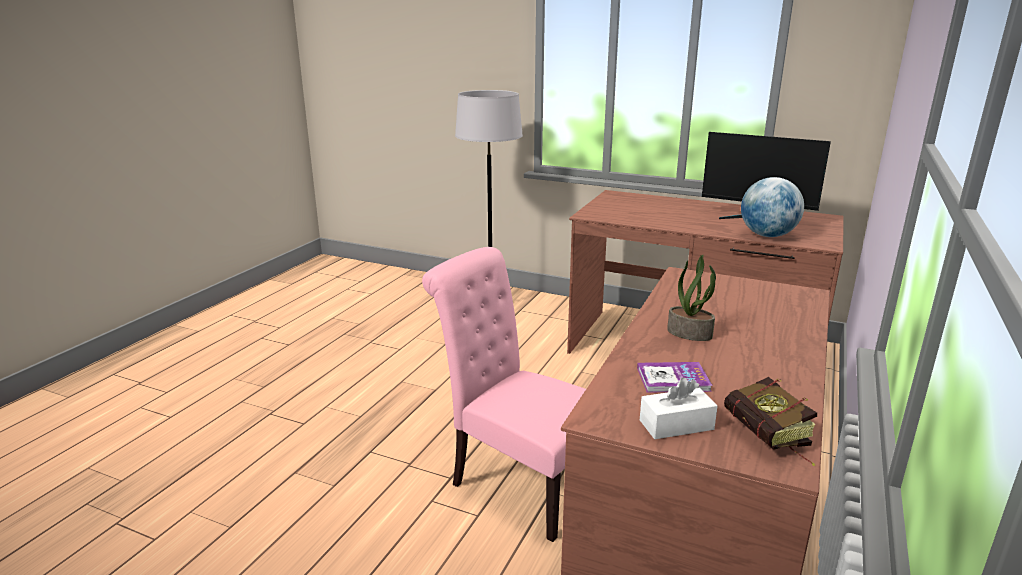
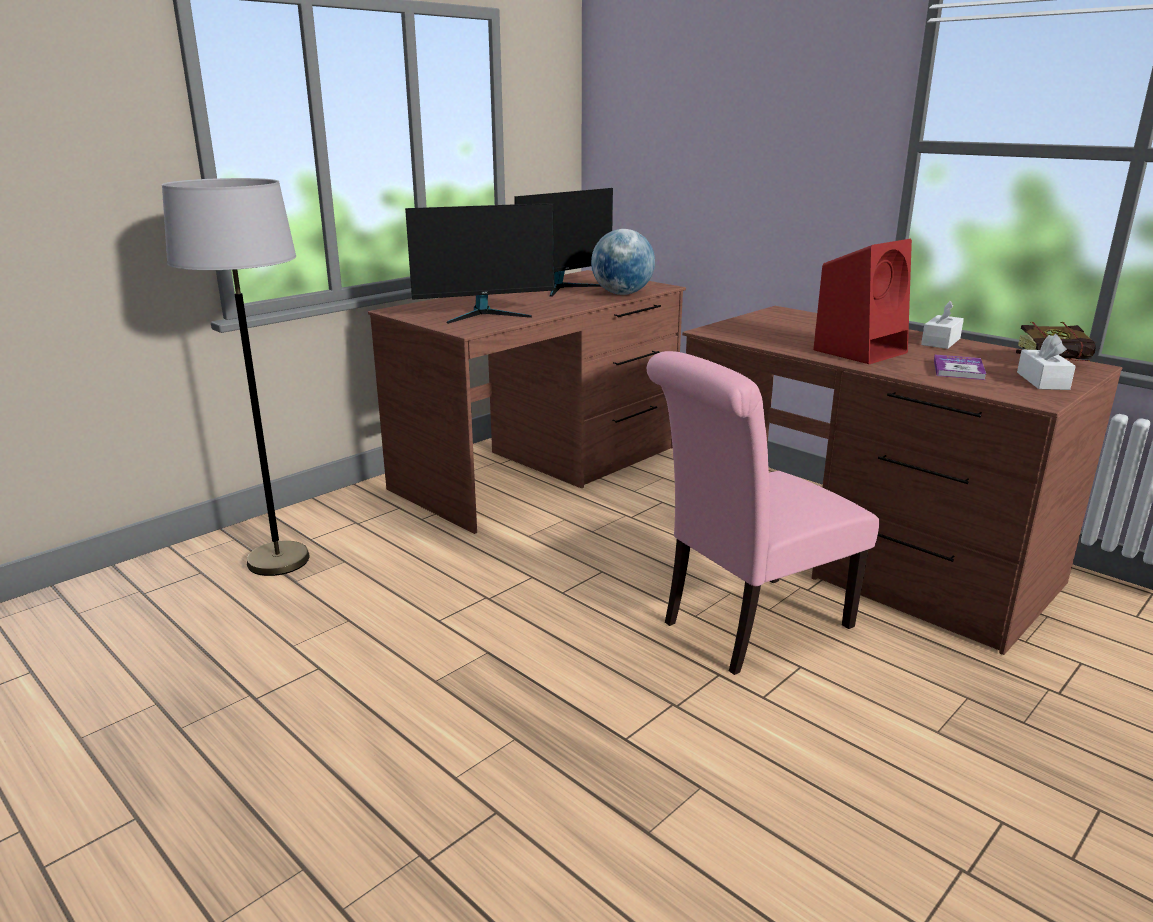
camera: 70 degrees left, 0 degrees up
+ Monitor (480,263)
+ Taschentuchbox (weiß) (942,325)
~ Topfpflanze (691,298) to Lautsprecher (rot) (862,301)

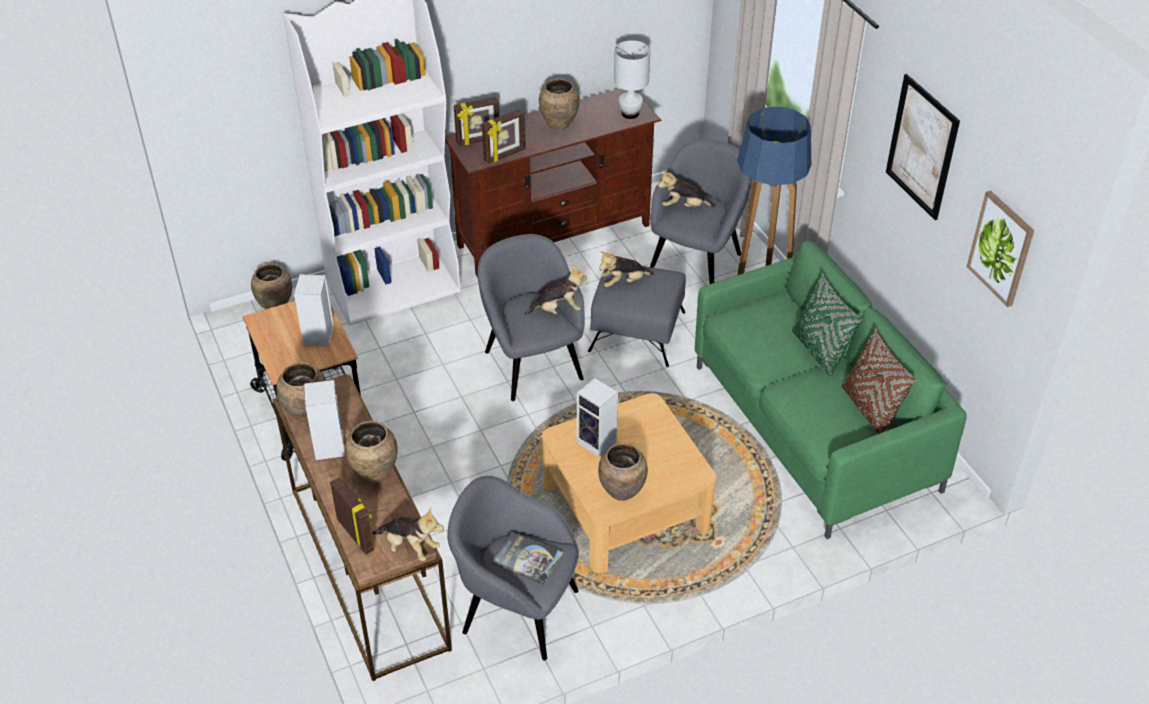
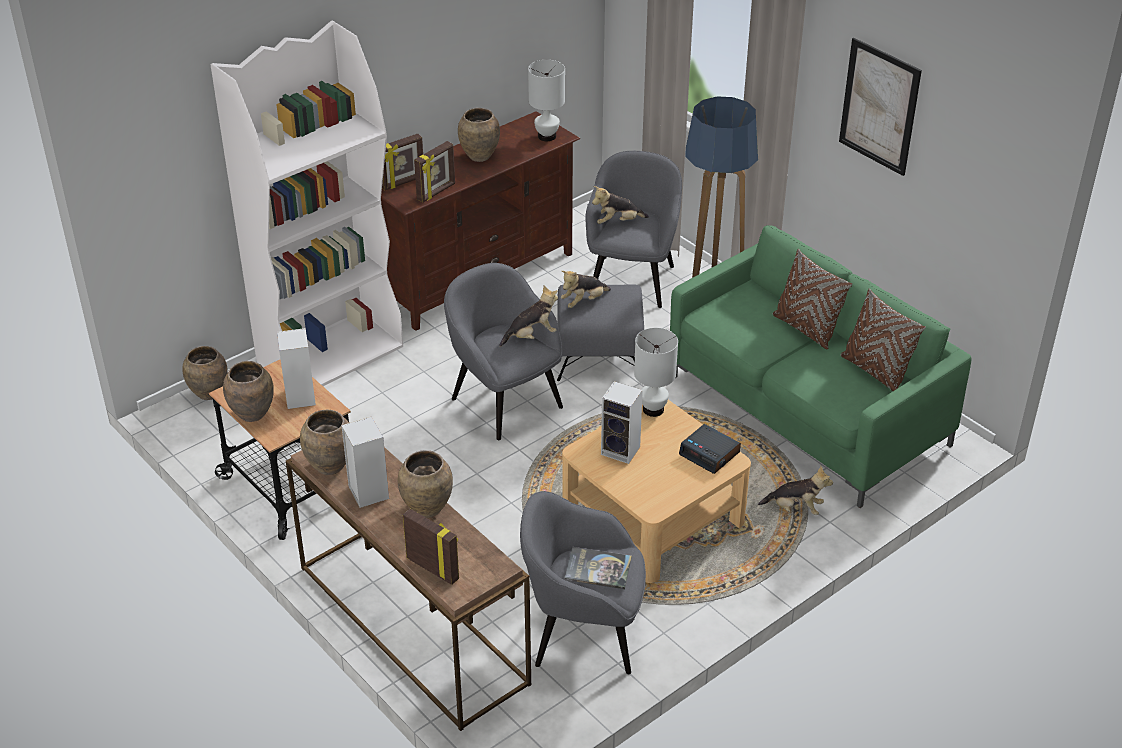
camera: 15 degrees left, 5 degrees down
- Bild (1000,248)
+ Tischlampe (weiß) (656,372)
+ Wecker (710,449)
~ Plüschtier (408,534) to (795,490)
~ Vase (braun) (623,472) to (248,391)
~ Kissen (grün) (827,325) to Kissen (braun) (812,299)

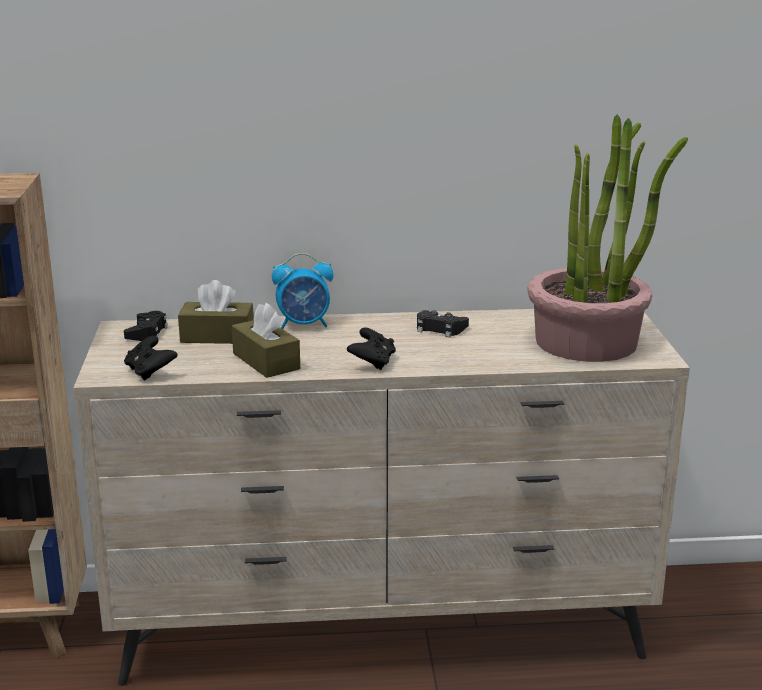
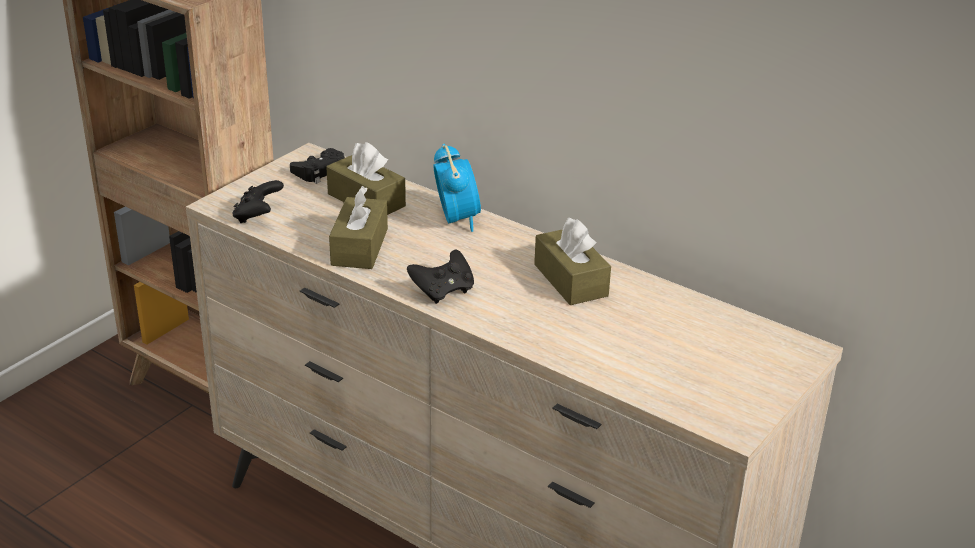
camera: 40 degrees right, 10 degrees up
- Topfpflanze (607,238)
~ Gamepad (schwarz) (443,323) to Taschentuchbox (braun) (572,261)
~ Wecker (302,291) = (457,188) 135 degrees counterclockwise

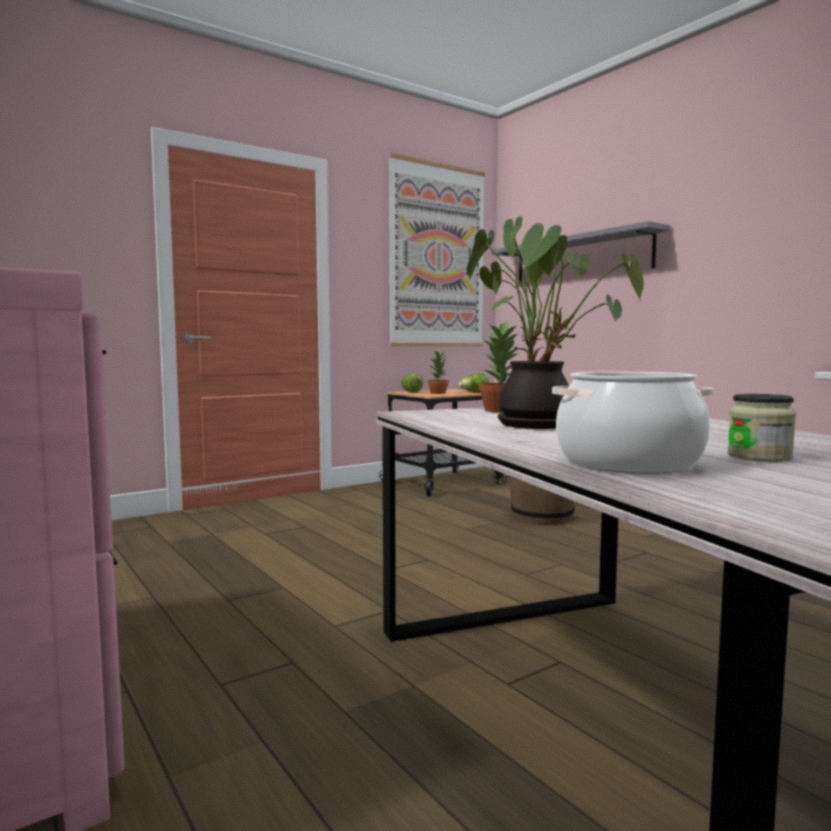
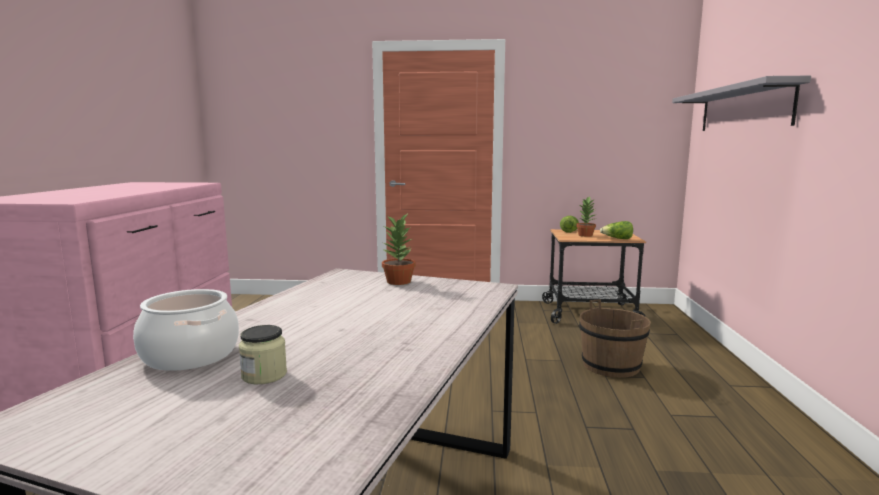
camera: 40 degrees right, 5 degrees up
- Bild (437,250)
- Topfpflanze (555,322)

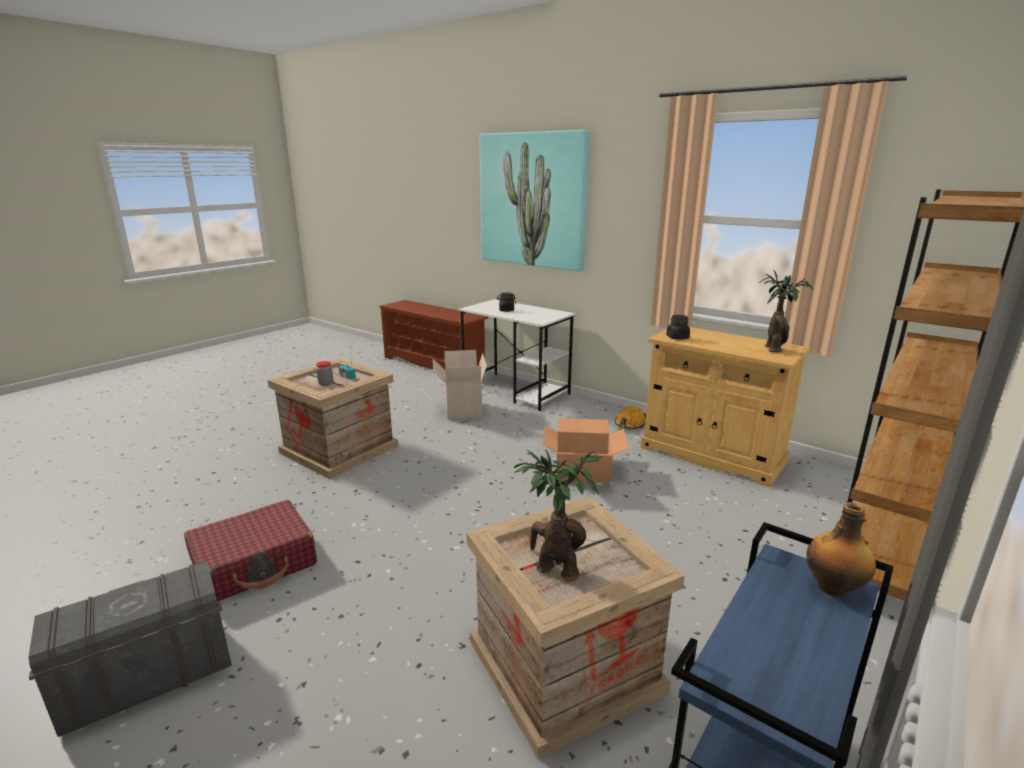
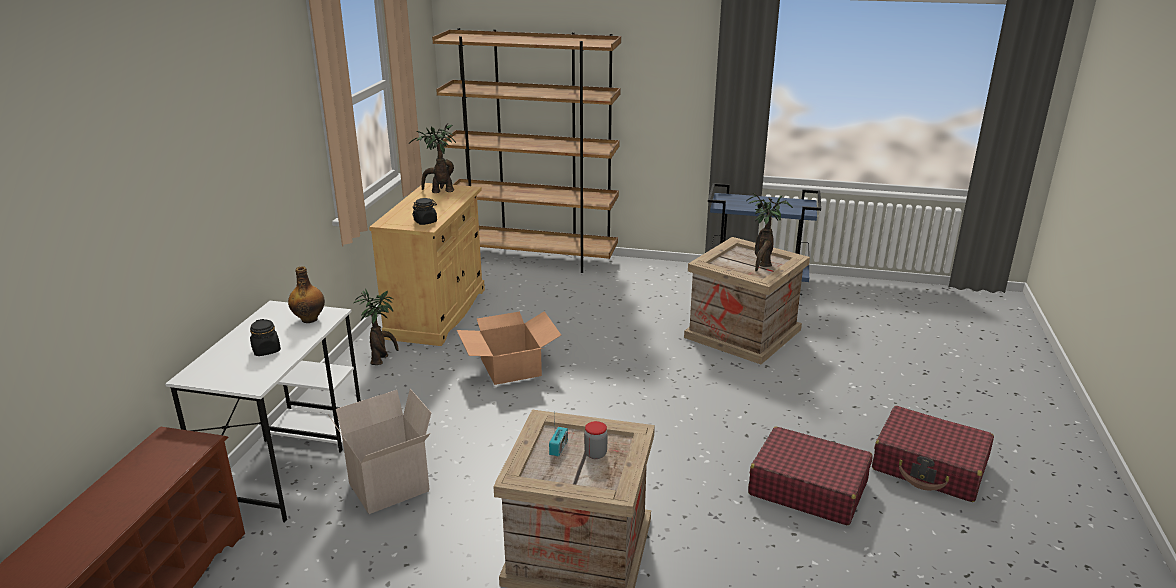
camera: 115 degrees left, 5 degrees up
- Bild (534,200)
~ Flasche (841,549) to (306,294)
~ Aufbewahrungsbox (grau) (130,649) to Koffer (rot) (933,454)
~ Schutzhelm (orange) (630,417) to Topfpflanze (376,327)

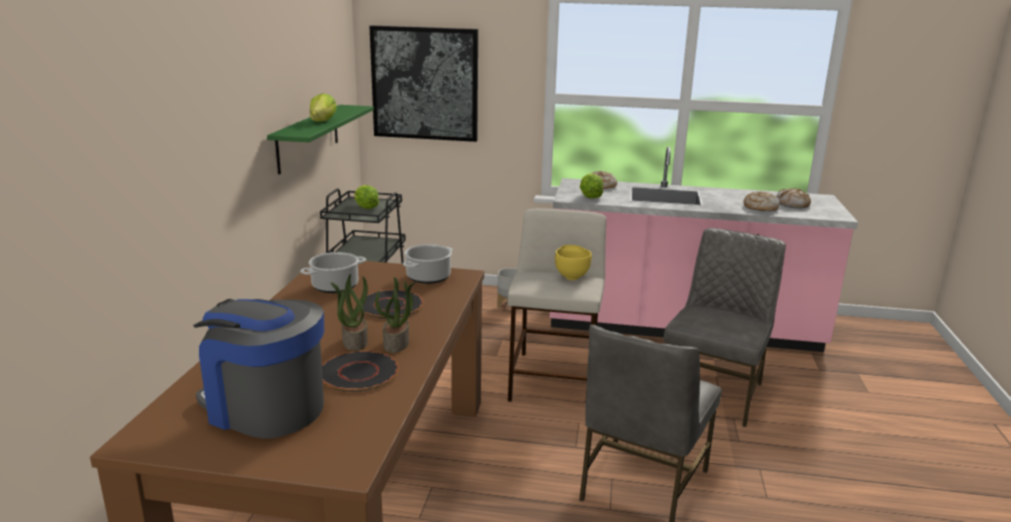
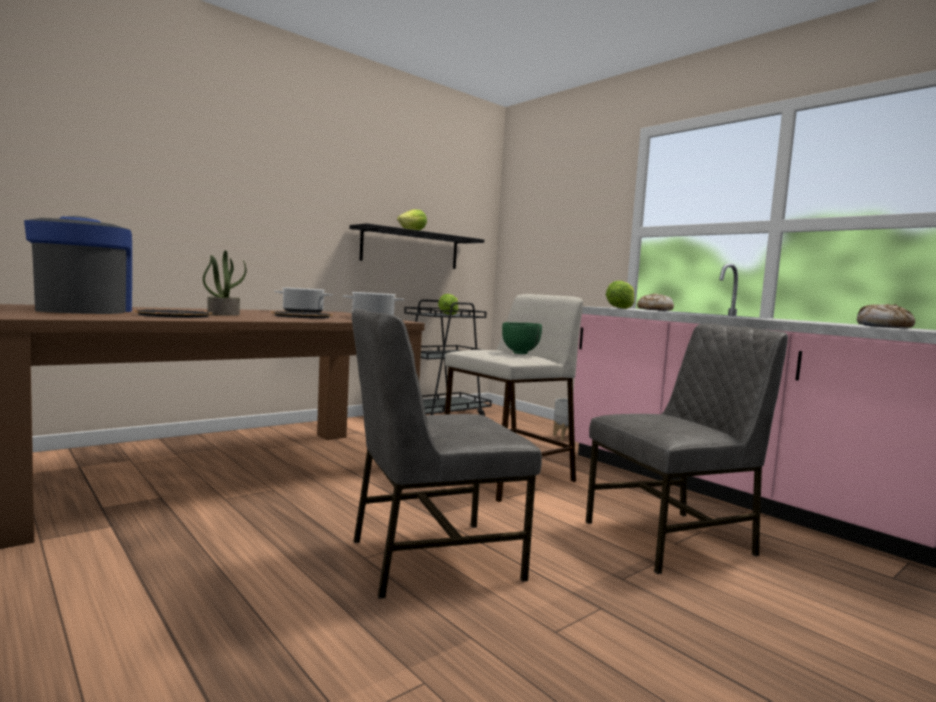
camera: 40 degrees right, 15 degrees down
- Bild (423,84)
- Topfpflanze (395,315)
- Brot (761,201)
~ Wandregal (grün) (320,140) to Wandregal (schwarz) (417,246)
~ Schüssel (gelb) (573,262) to Schüssel (grün) (522,338)

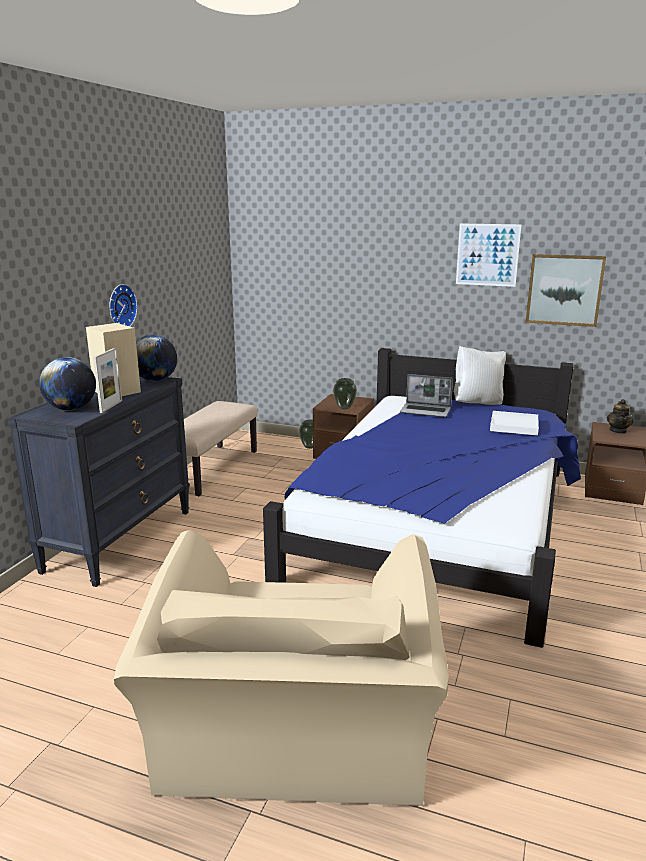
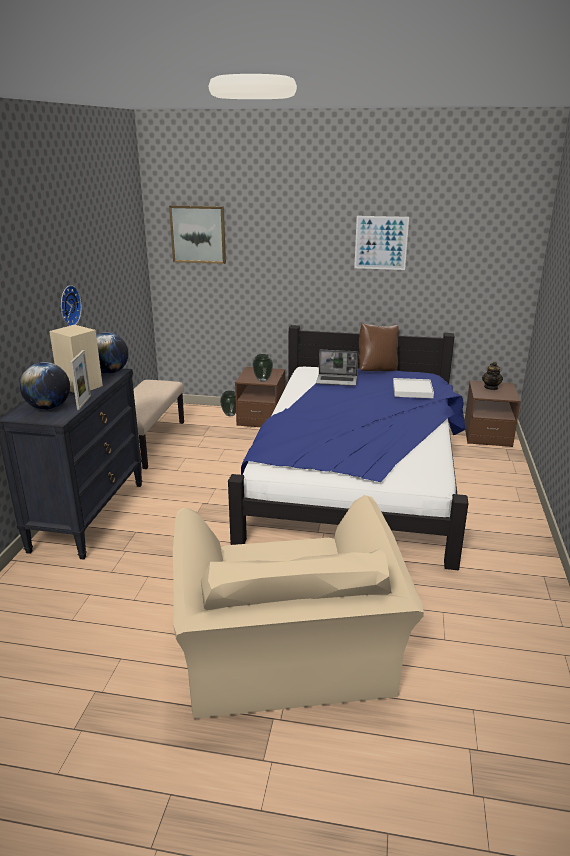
camera: 10 degrees left, 5 degrees up
~ Bild (566,290) to (197,234)
~ Kissen (weiß) (480,375) to Kissen (braun) (378,347)

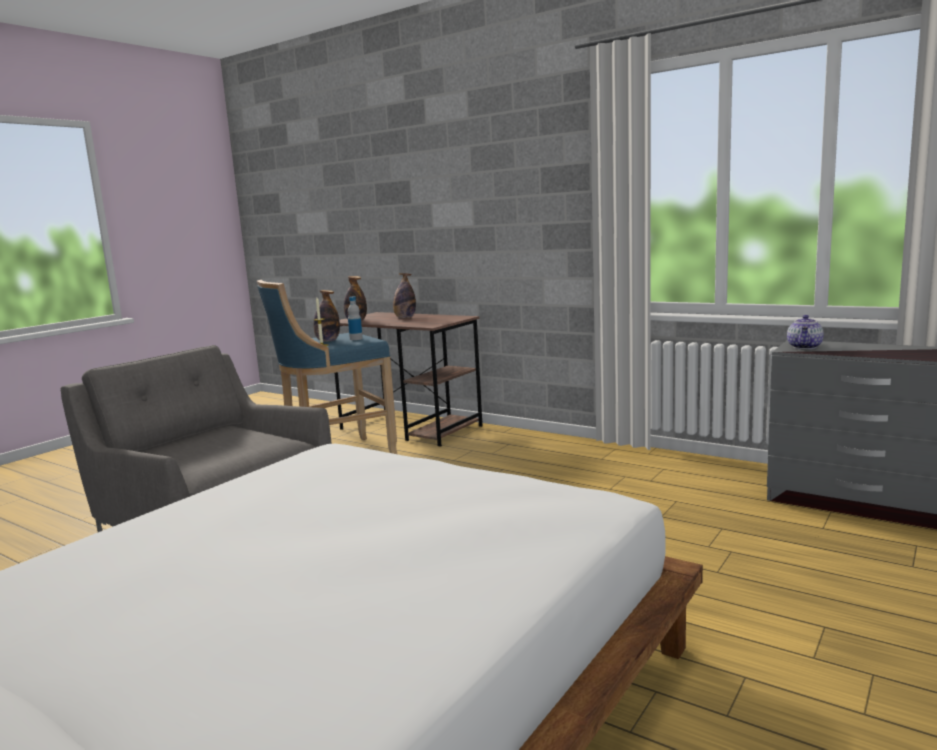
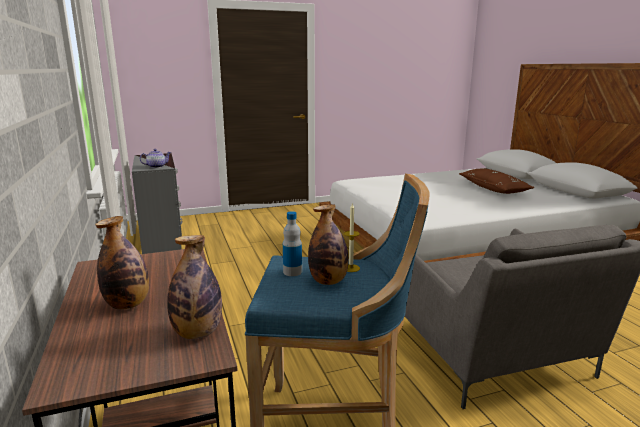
camera: 145 degrees left, 5 degrees up
+ Kissen (braun) (496,181)

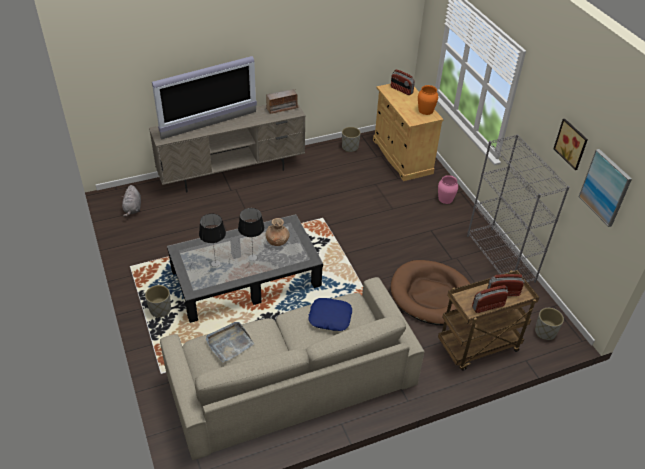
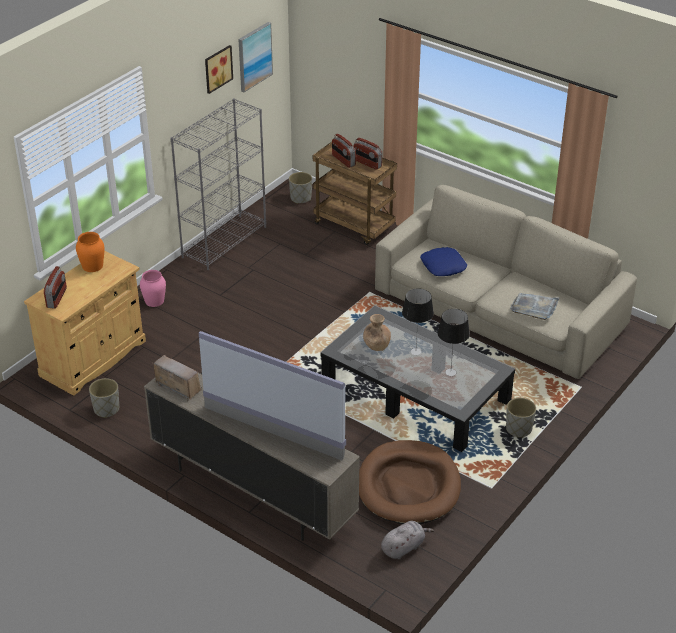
camera: 120 degrees left, 5 degrees down
~ Hundebett (braun) (430,292) to (410,482)

